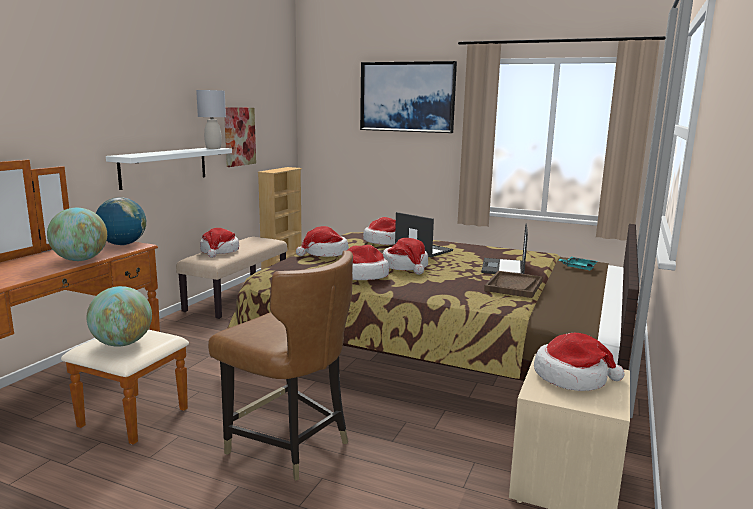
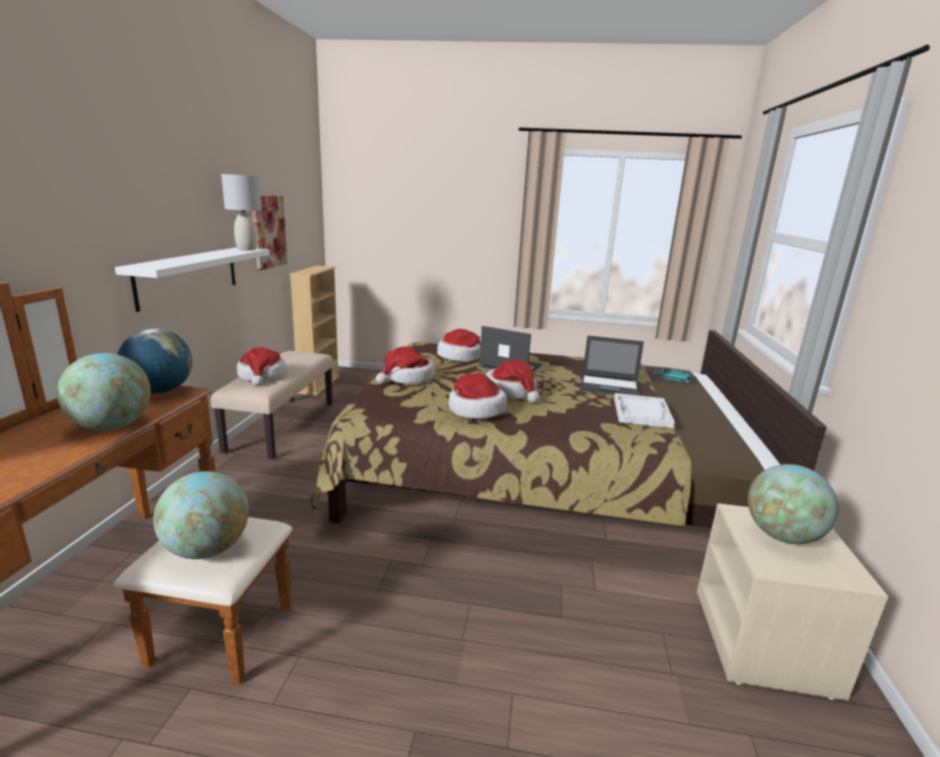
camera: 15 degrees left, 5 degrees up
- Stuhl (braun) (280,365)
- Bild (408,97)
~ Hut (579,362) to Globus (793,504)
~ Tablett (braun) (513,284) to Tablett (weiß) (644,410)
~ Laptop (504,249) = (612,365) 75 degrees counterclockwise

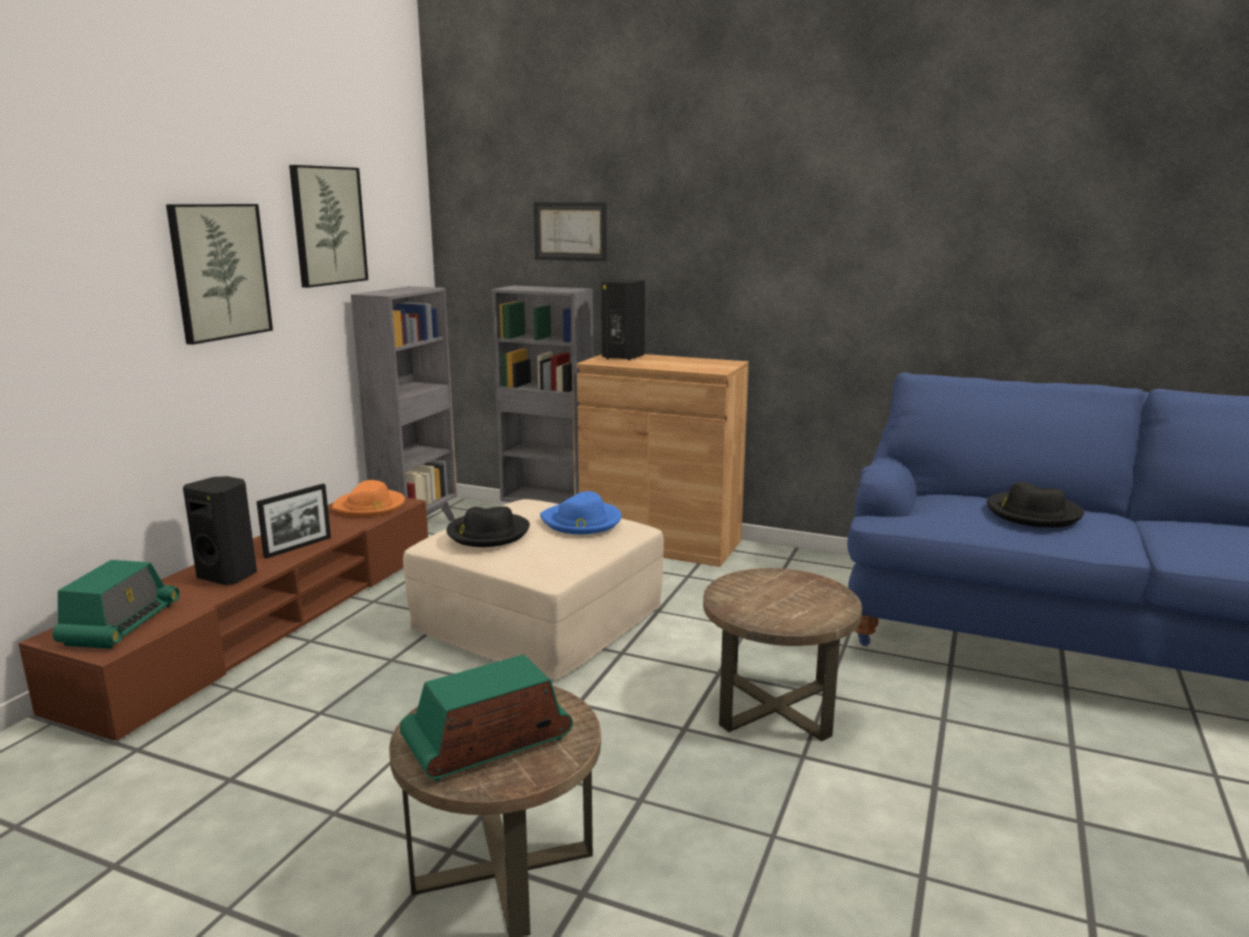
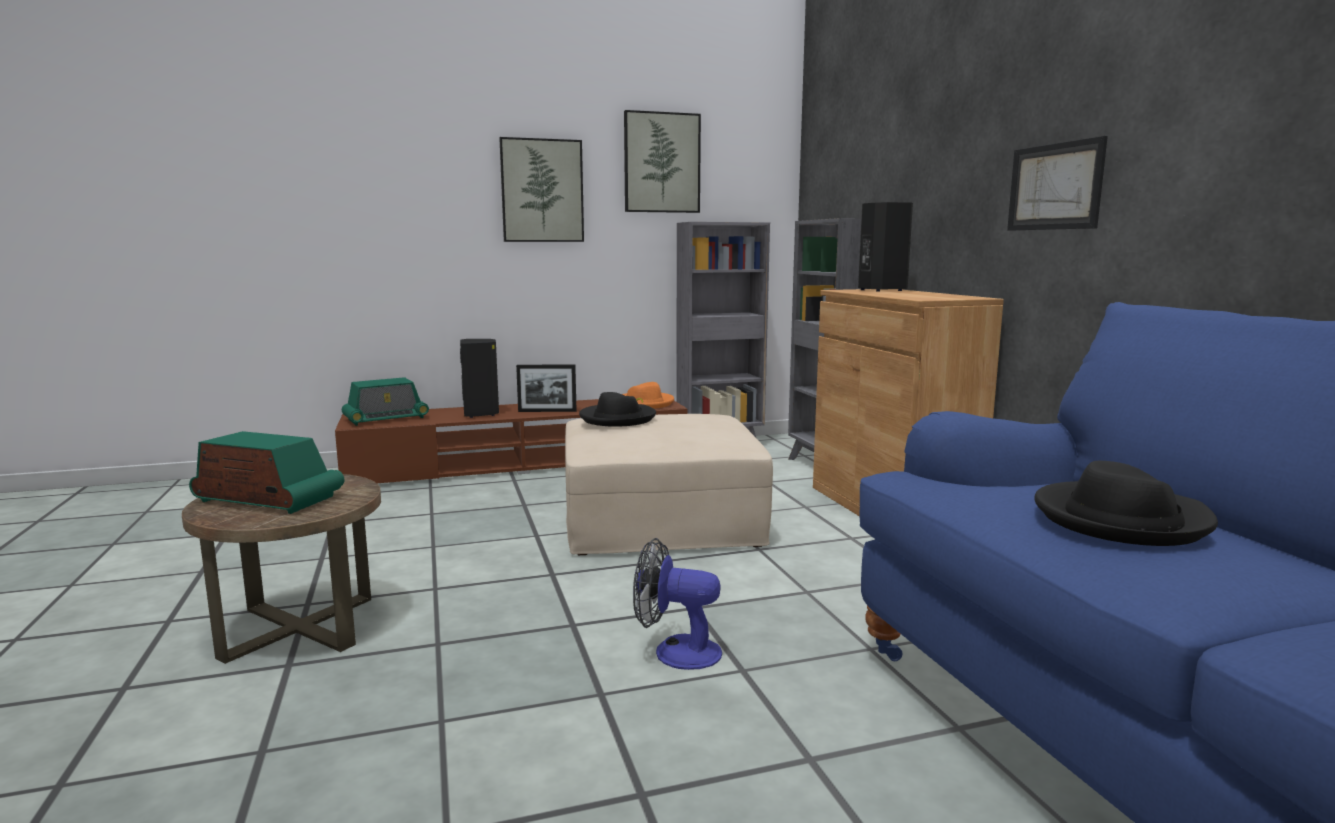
camera: 50 degrees right, 5 degrees down
- Hut (blau) (581,512)
~ Bild (570,232) to (1057,183)
~ Beistelltisch (braun) (782,654) to Ventilator (677,604)

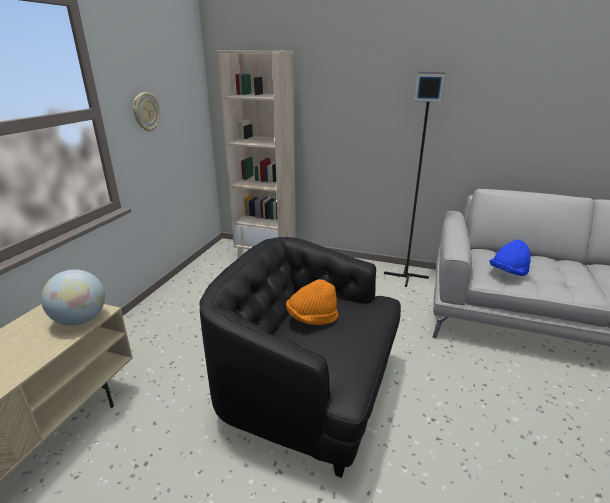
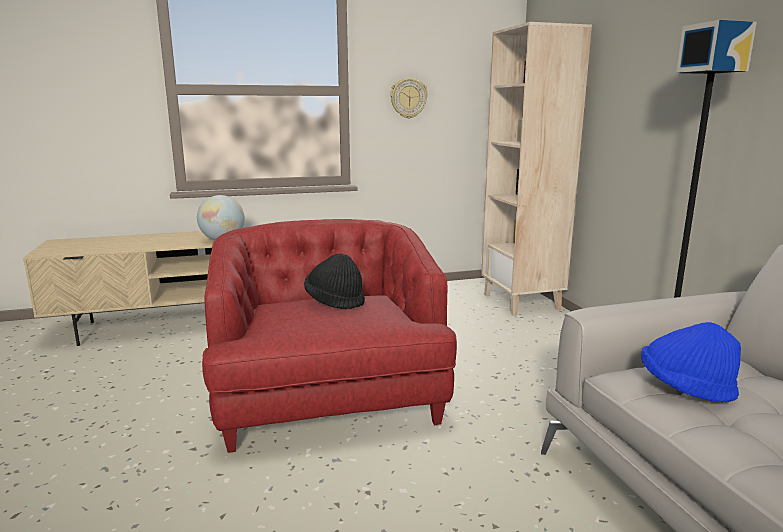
camera: 55 degrees right, 10 degrees down
~ Sessel (schwarz) (300,357) to Sessel (rot) (329,336)
~ Hut (orange) (312,302) to Hut (schwarz) (334,281)

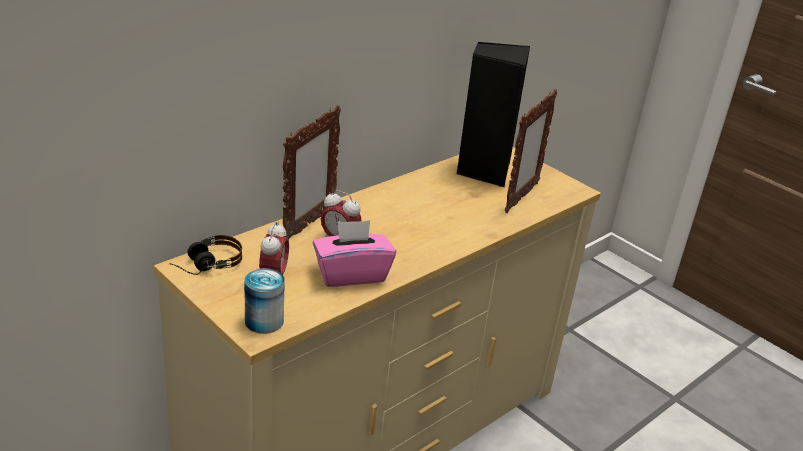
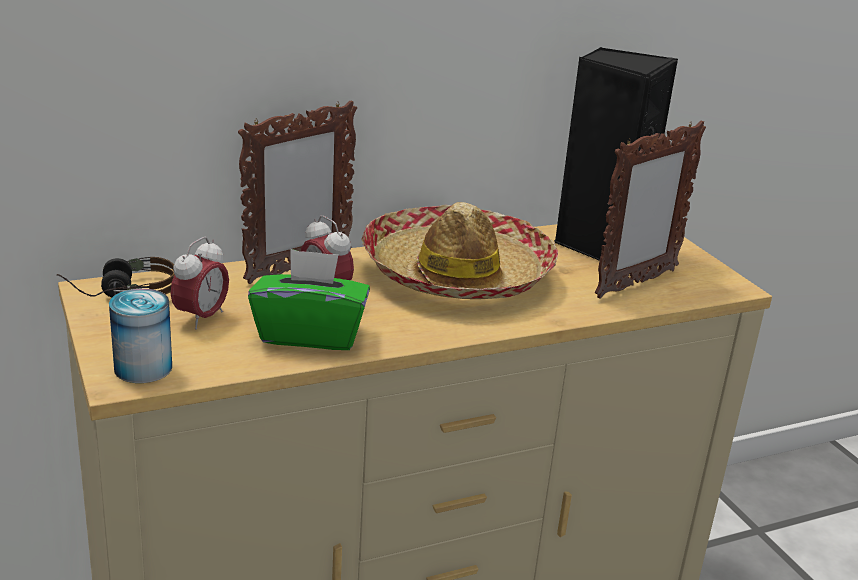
camera: 20 degrees right, 5 degrees down
+ Hut (459,250)
~ Taschentuchbox (rosa) (354,253) to Taschentuchbox (grün) (309,299)

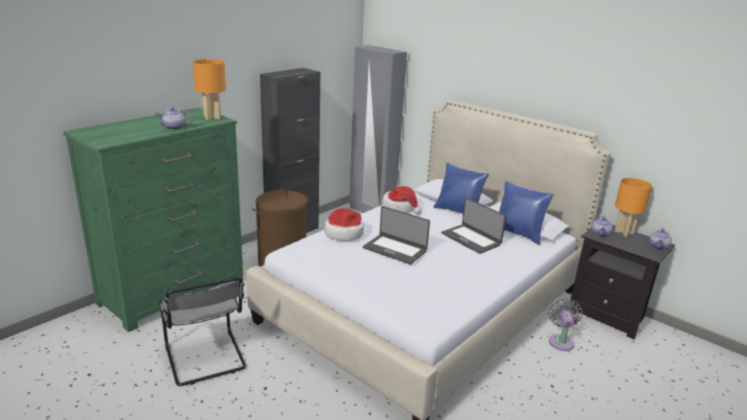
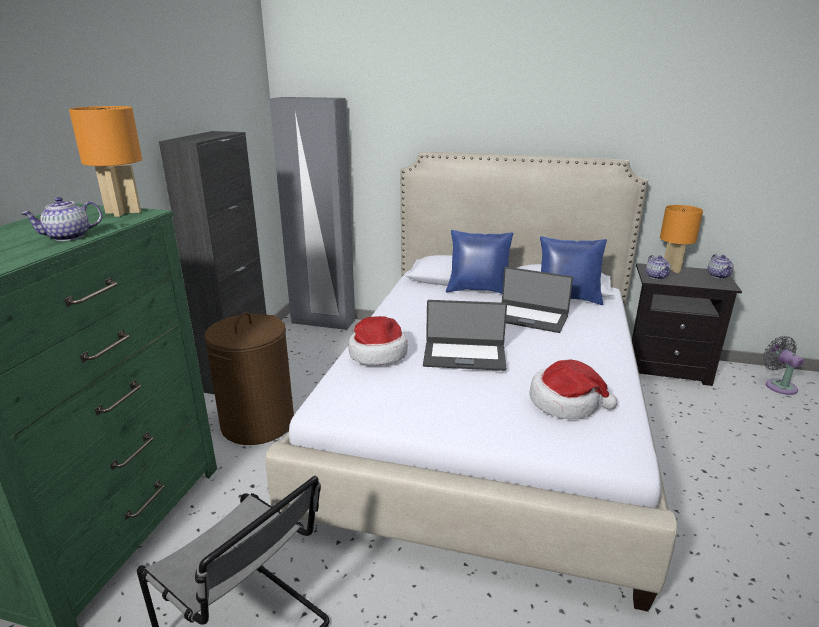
camera: 25 degrees left, 0 degrees up
~ Hut (402,200) to (573,389)
~ Ventilator (grau) (565,324) to (783,365)

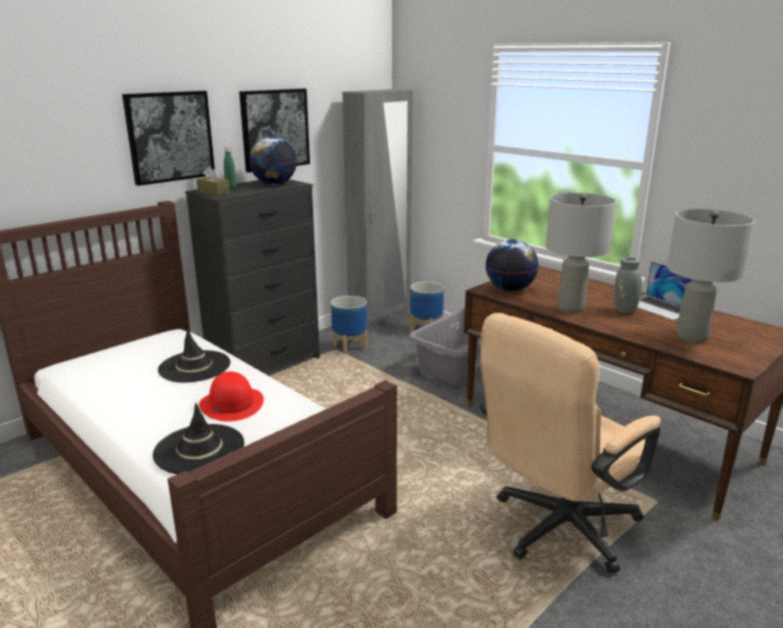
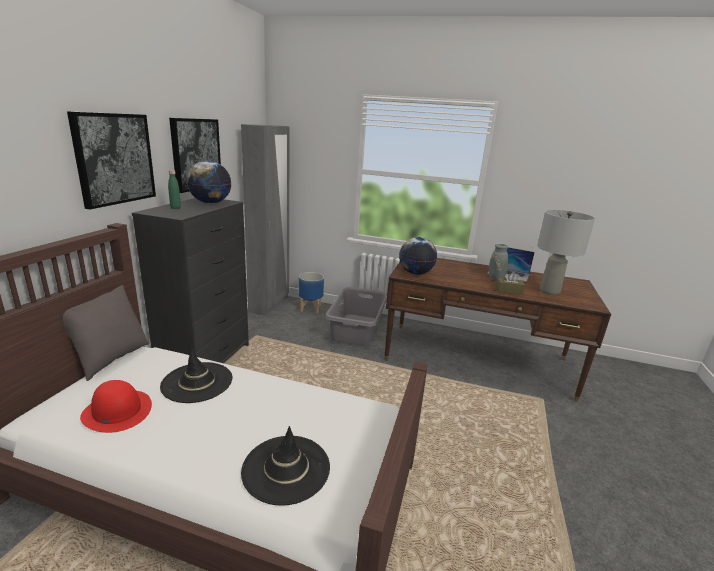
camera: 30 degrees left, 0 degrees up
- Pflanzkübel (349,325)
- Bürostuhl (beige) (570,443)
- Tischlampe (grau) (581,253)
+ Kissen (grau) (106,333)
~ Taschentuchbox (braun) (213,181) to (510,283)
~ Hut (rot) (231,396) to (116,406)

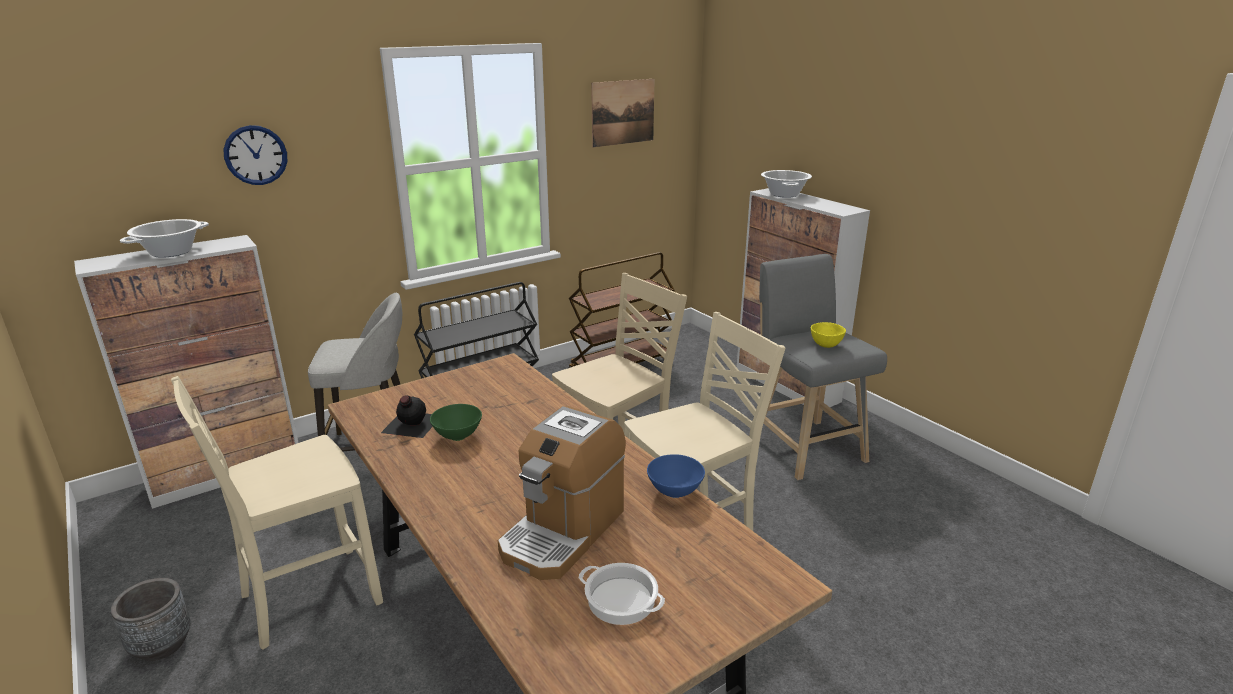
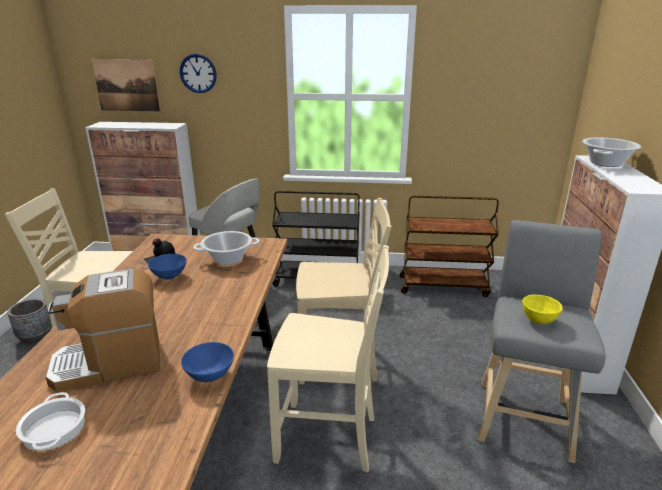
camera: 40 degrees right, 0 degrees up
~ Kochtopf (164,238) to (226,248)
~ Bild (623,113) to (126,85)
~ Schüssel (grün) (456,422) to Schüssel (blau) (167,267)

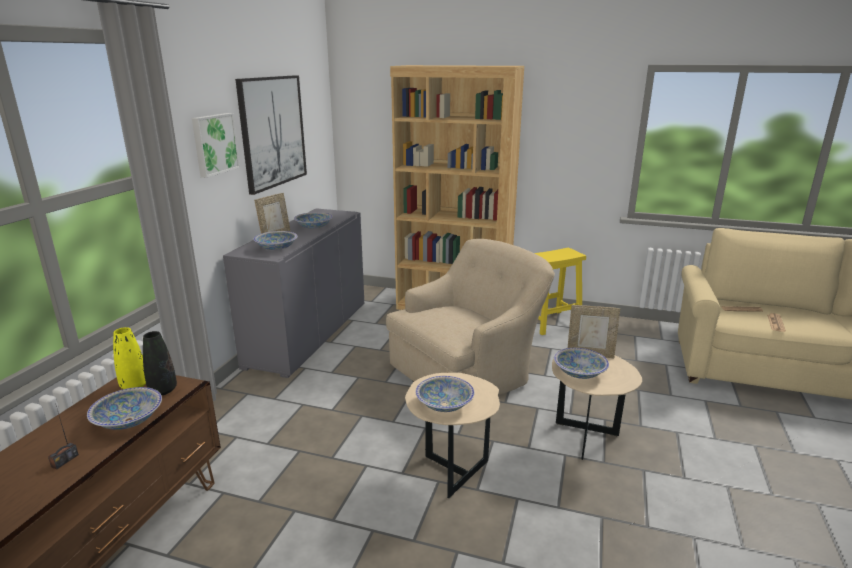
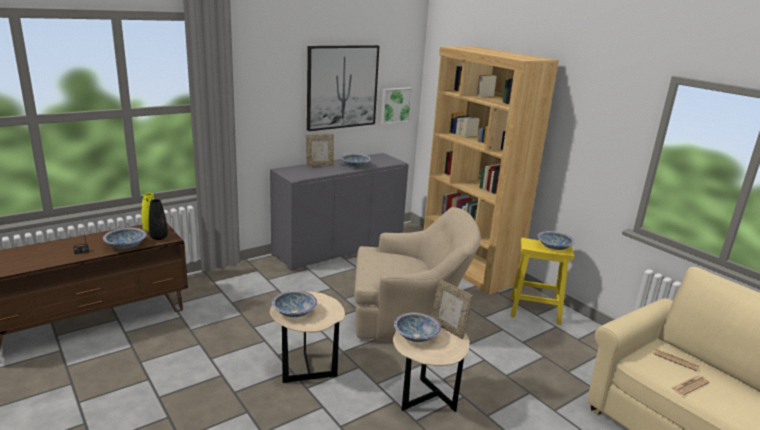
camera: 35 degrees right, 0 degrees up
~ Bild (216,145) to (396,105)
~ Schüssel (276,240) to (556,240)

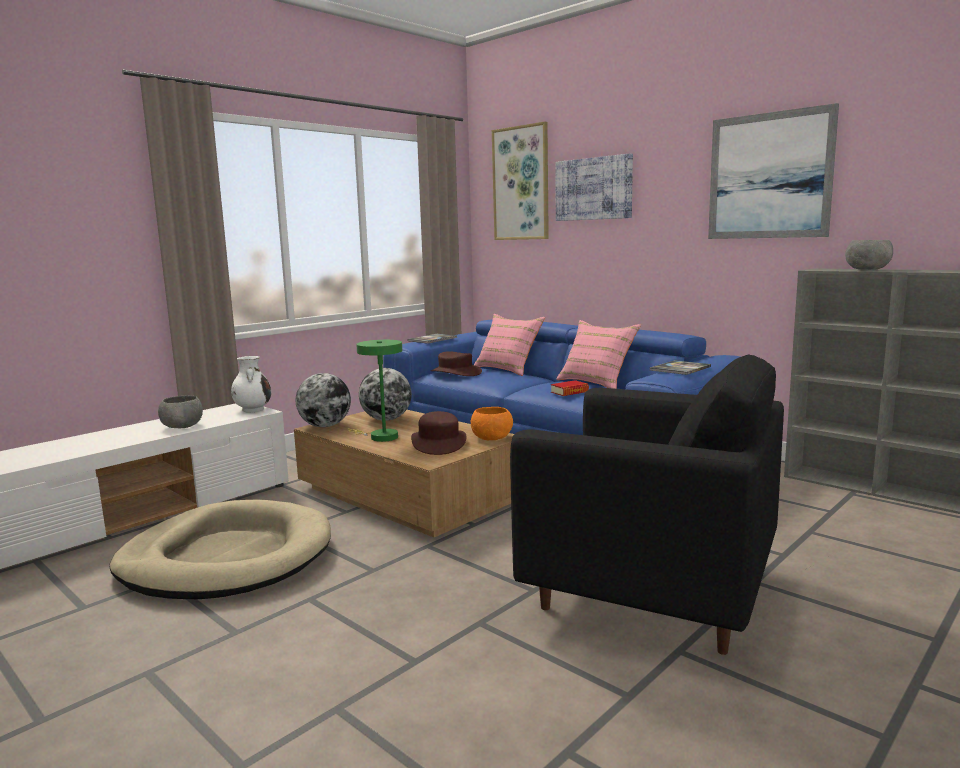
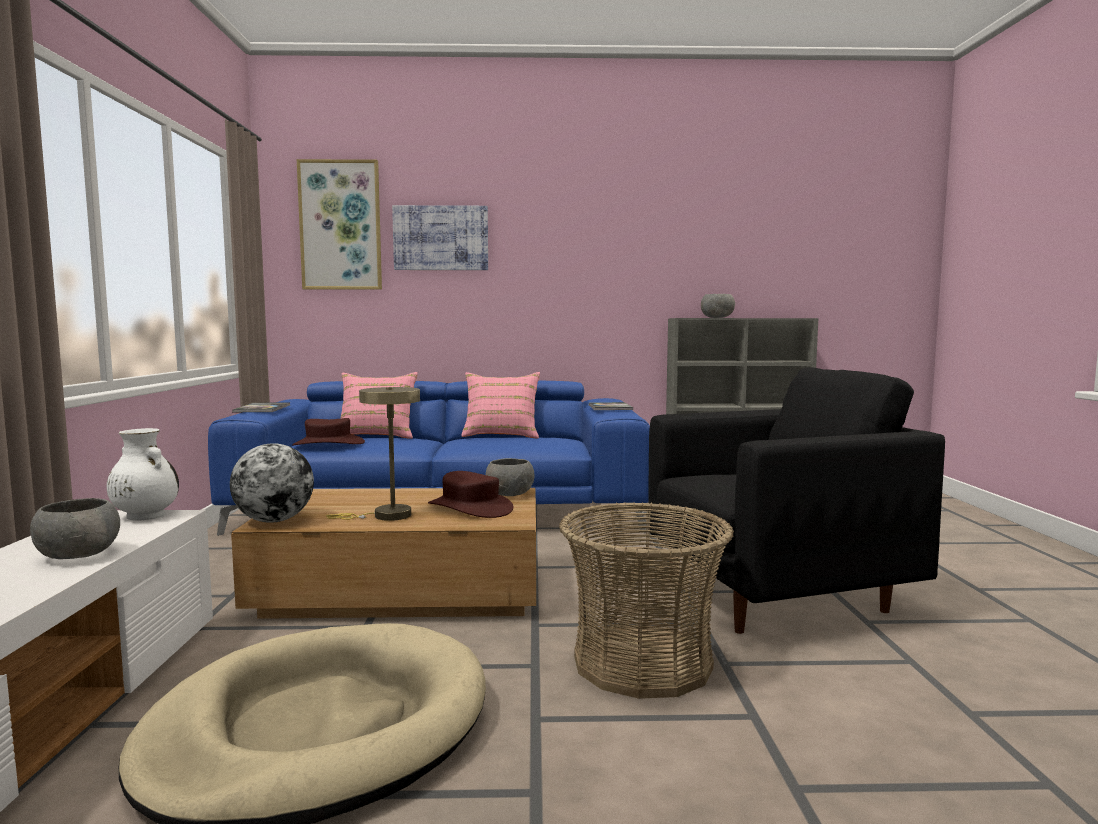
camera: 45 degrees left, 5 degrees down
- Globus (385,394)
- Buch (570,388)
- Bild (773,171)
+ Korb (646,600)
~ Tischlampe (grün) (375,391) to Tischlampe (beige) (373,454)
~ Schüssel (orange) (492,423) to Schüssel (grau) (510,477)

